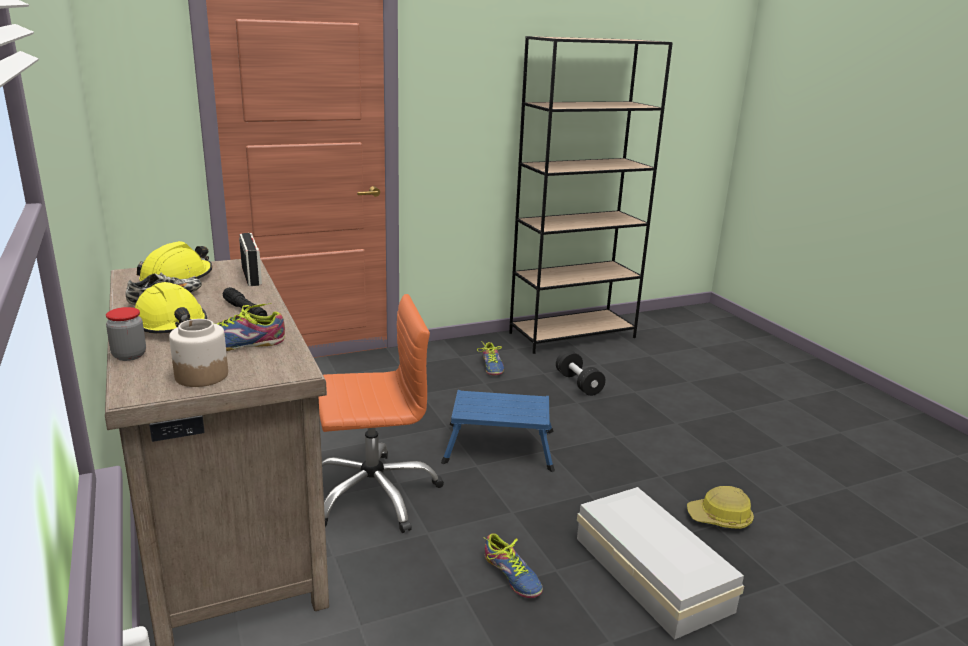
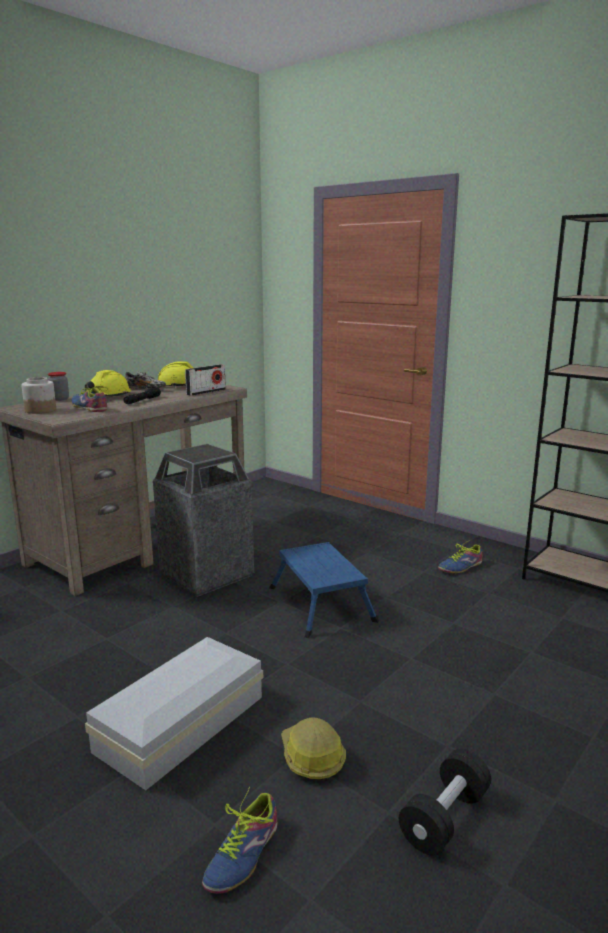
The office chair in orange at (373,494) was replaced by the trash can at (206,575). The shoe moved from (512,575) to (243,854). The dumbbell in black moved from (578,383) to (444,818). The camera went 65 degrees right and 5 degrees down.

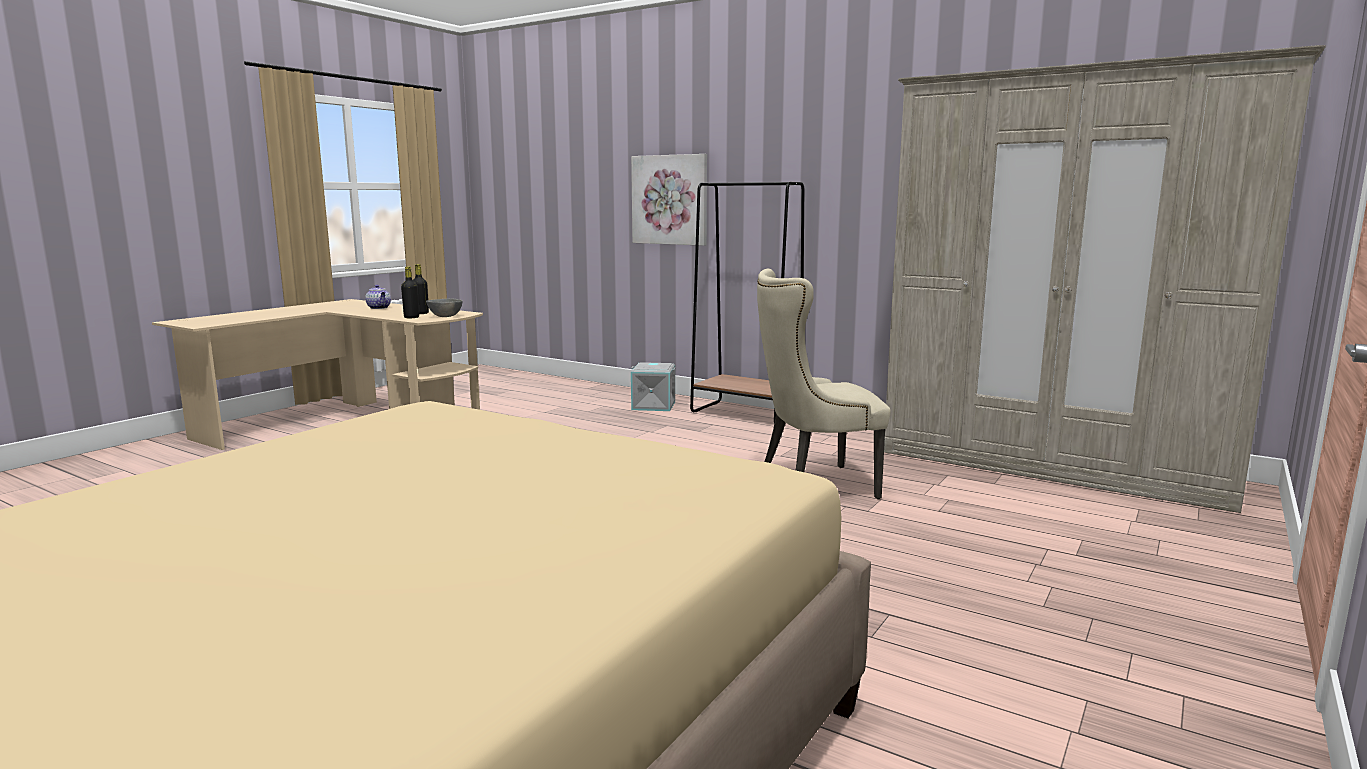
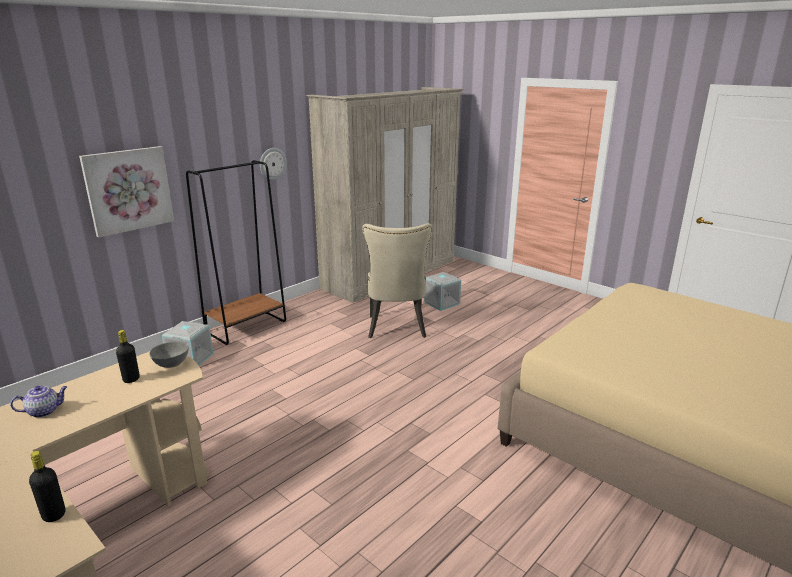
The bottle in black moved from (411,317) to (54,515). The wall clock at (272,163) appeared. The storage box in grey at (441,302) appeared. The camera went 80 degrees left and 10 degrees up.

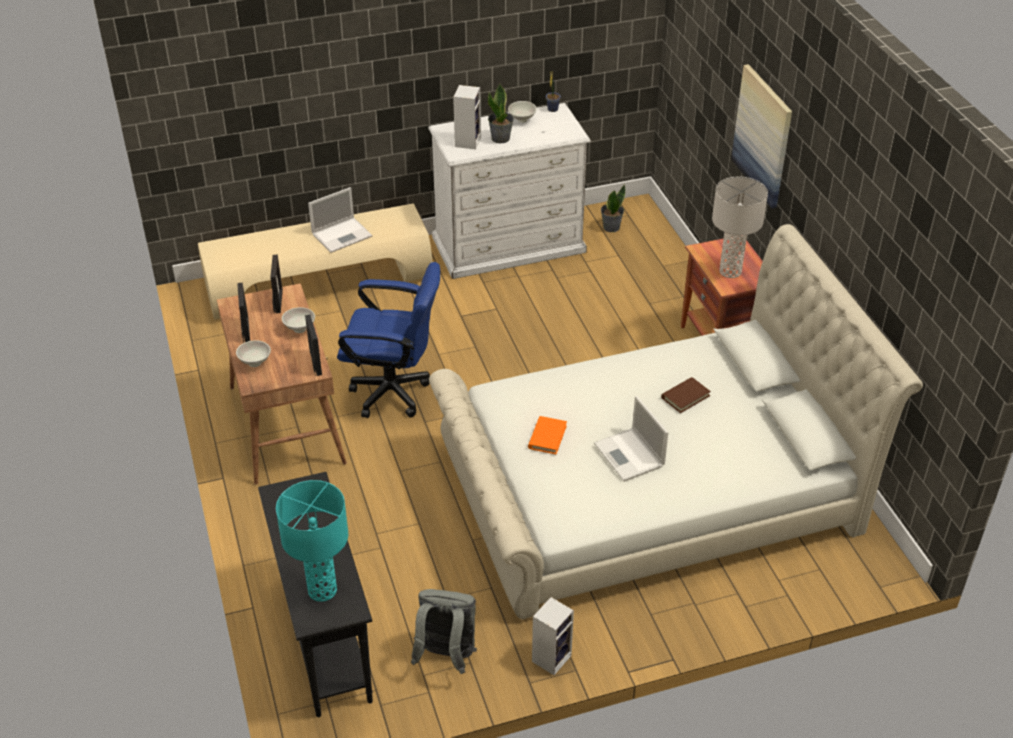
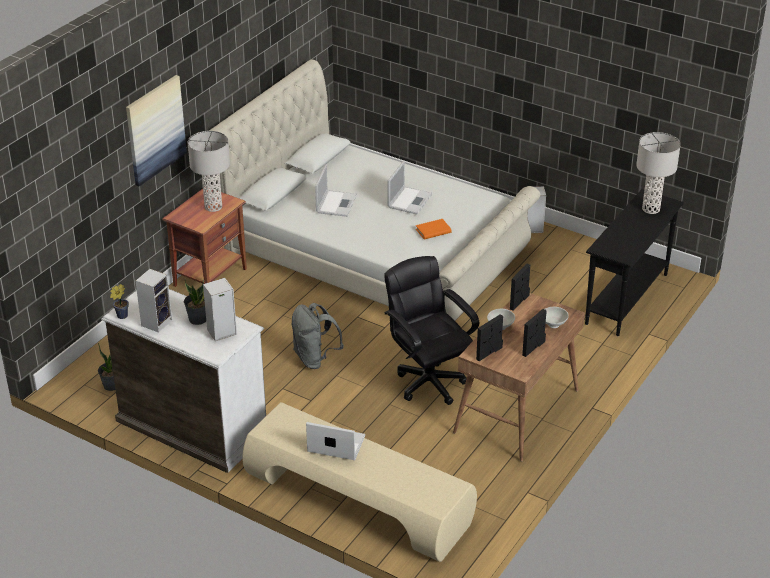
The bowl in white at (522,120) was replaced by the speaker at (157,322). The backpack in grey moved from (446,656) to (315,358). The book in brown at (685,397) was replaced by the laptop at (336,203). The office chair in blue at (395,394) became the office chair in black at (427,382). The table lamp in turquoise at (322,590) became the table lamp in white at (651,209). The camera went 130 degrees left and 5 degrees down.

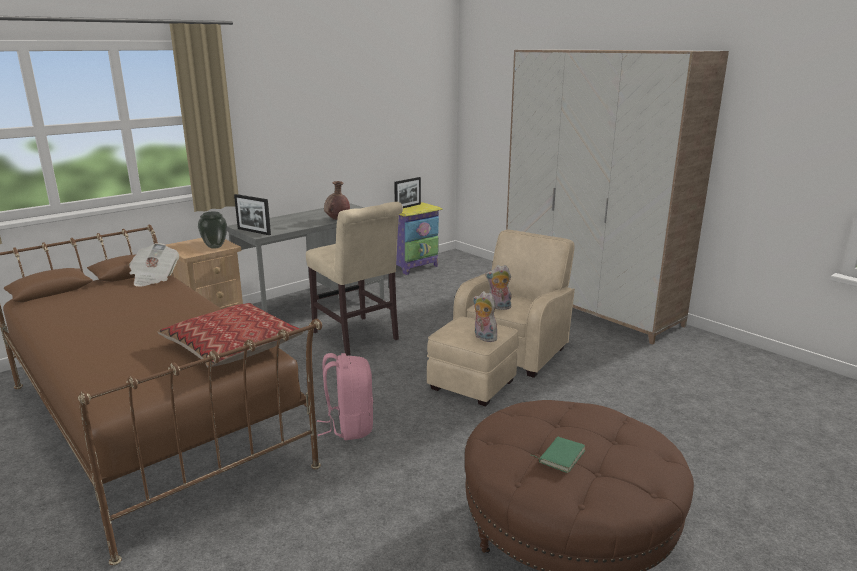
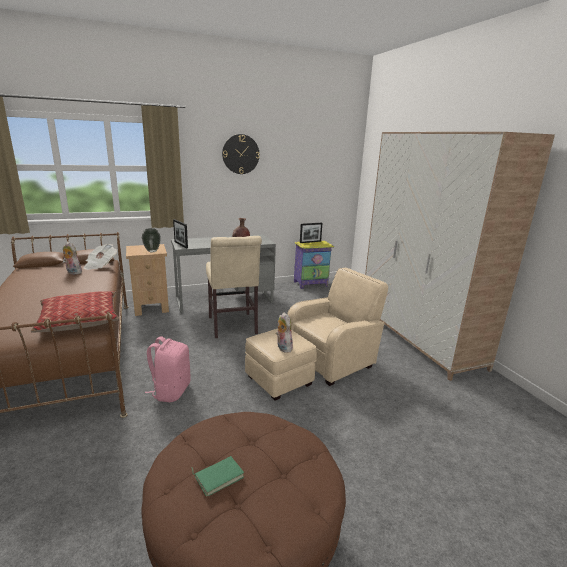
The plush toy moved from (498,307) to (73,272). The wall clock at (240,154) appeared. The camera went 20 degrees right and 0 degrees up.

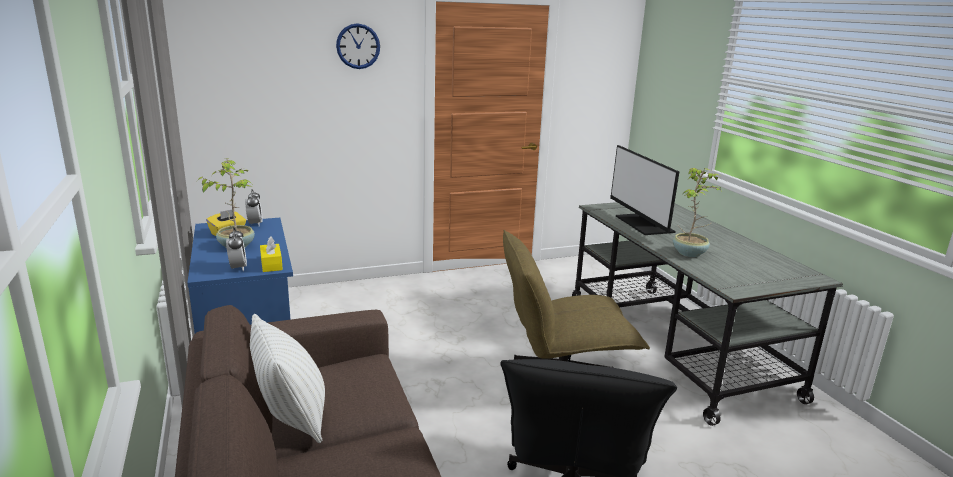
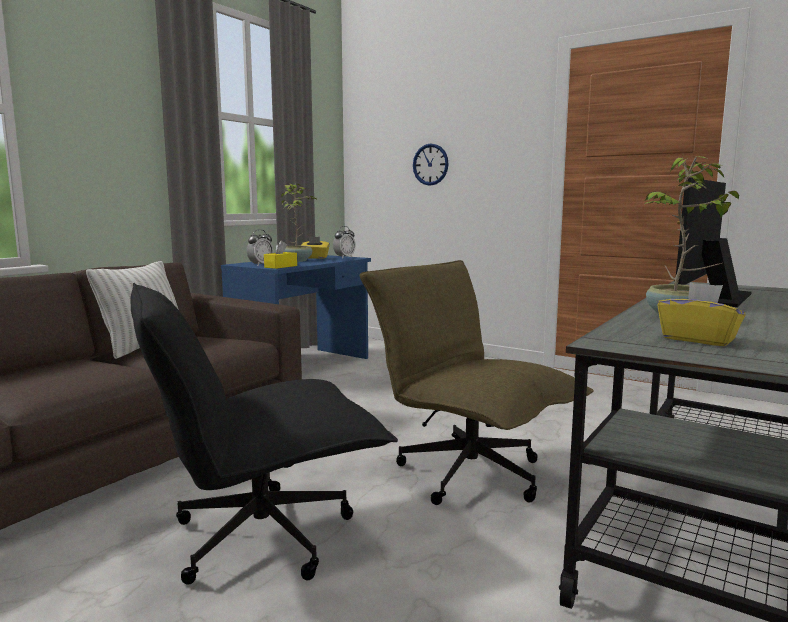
The wall clock moved from (358,46) to (430,164). The tissue box in yellow at (698,339) appeared. The camera went 55 degrees right and 10 degrees down.

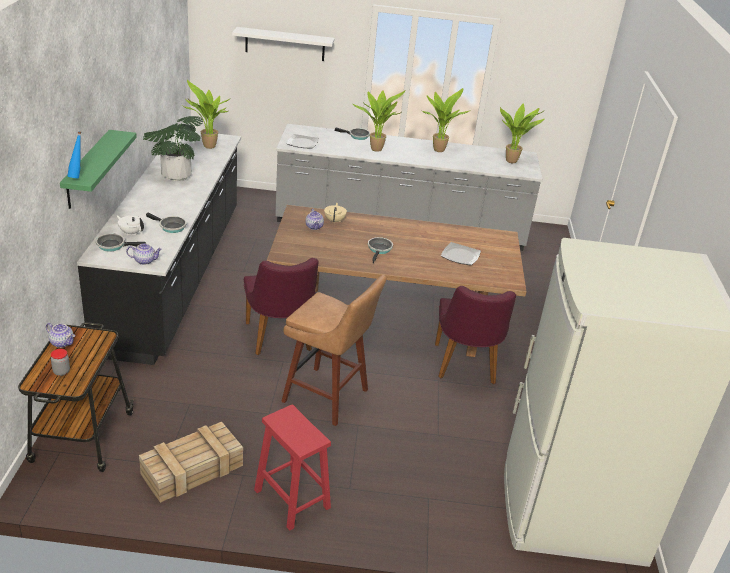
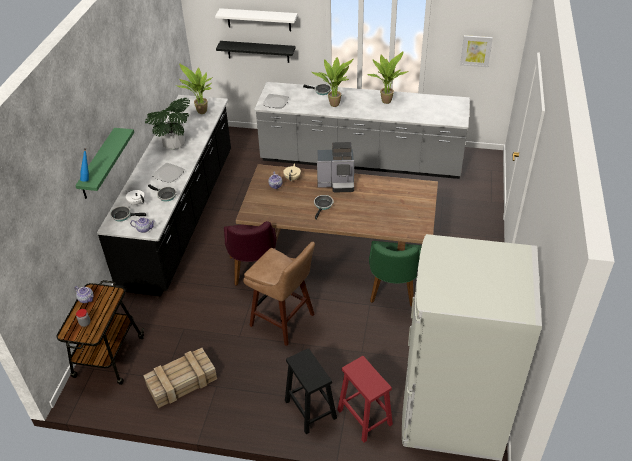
The plate moved from (460,256) to (168,174). The shelf in black at (258,51) appeared. The stool in black at (310,409) appeared. The coffee machine at (337,183) appeared. The stool in red moved from (291,498) to (364,416). The chair in purple at (465,368) became the chair in green at (392,293). The picture at (476,50) appeared. The potted plant at (512,161) disappeared. The camera went 10 degrees right and 10 degrees up.

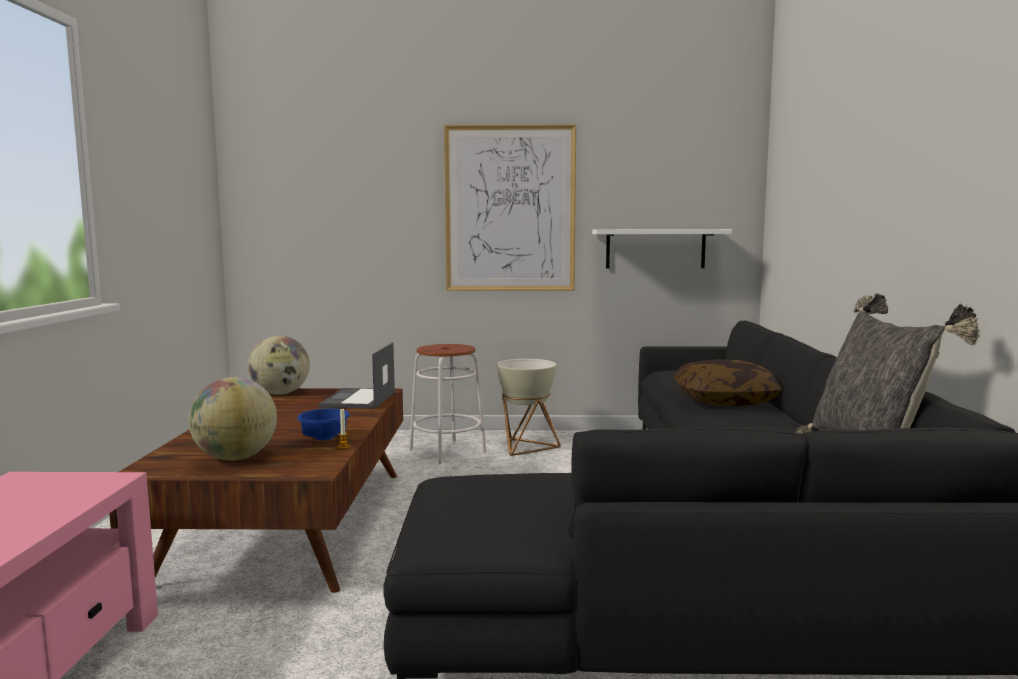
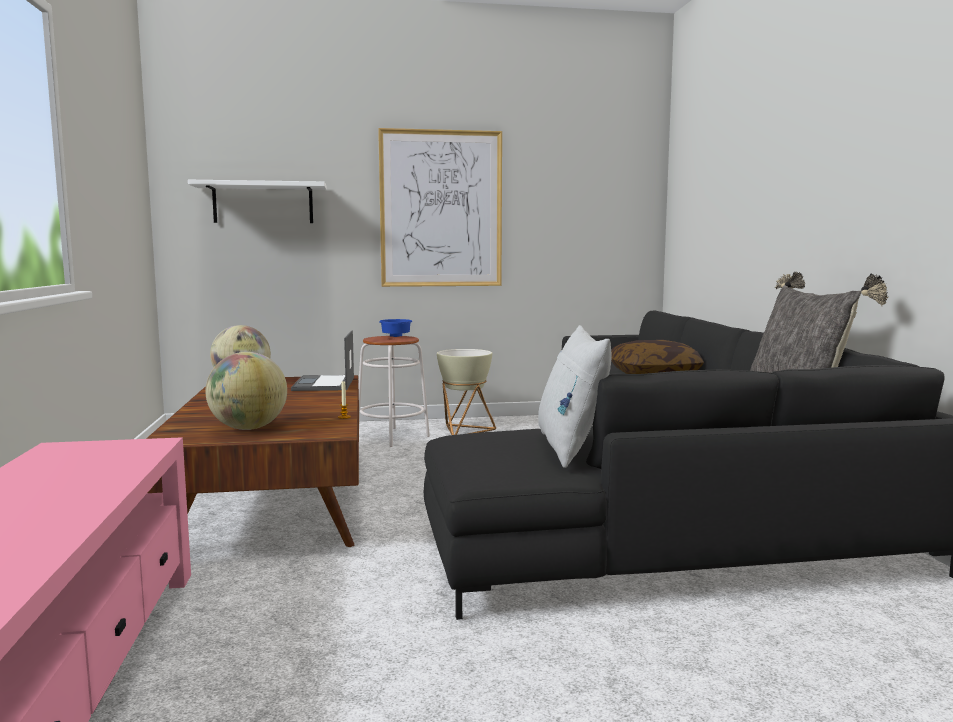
The shelf in white moved from (655,248) to (263,203). The bowl in blue moved from (326,438) to (396,336). The pillow in grey at (571,449) appeared. The camera went 10 degrees left and 0 degrees up.

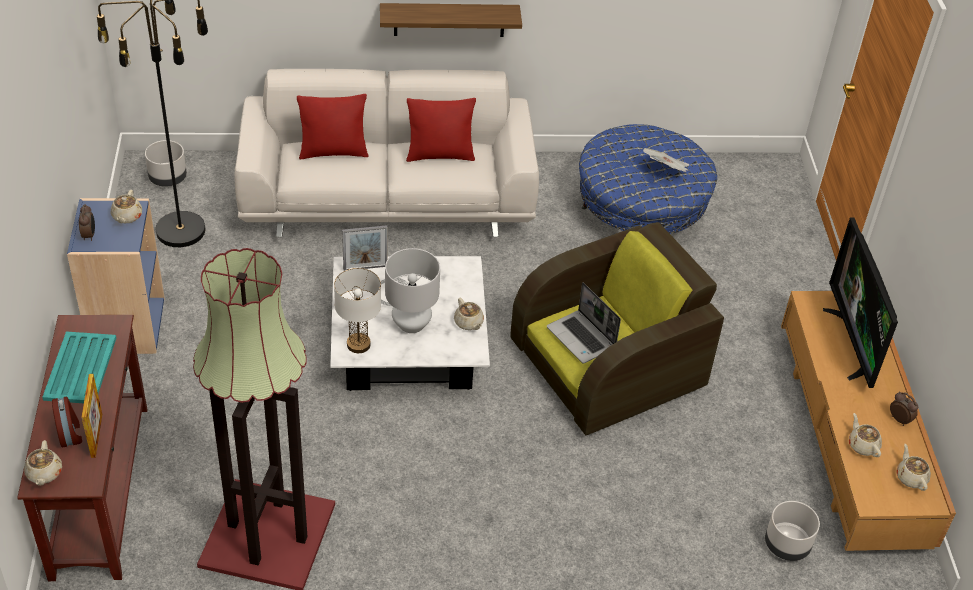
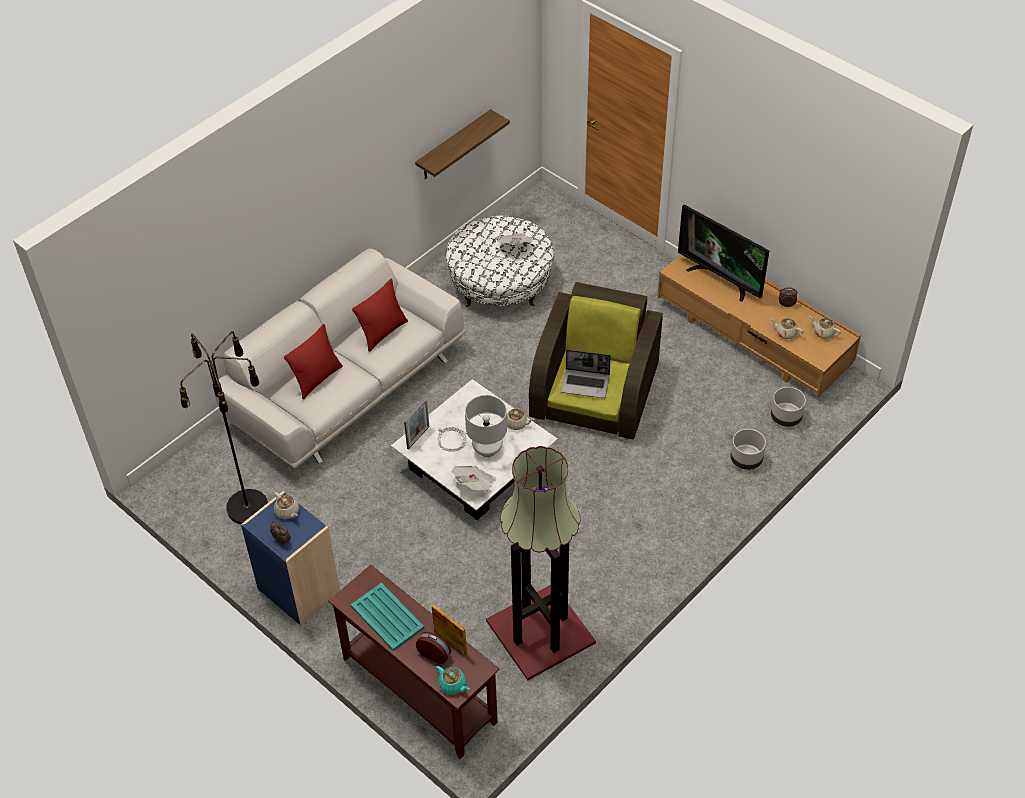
The shelf moved from (449,19) to (454,146). The teapot in beige at (44,474) became the teapot in turquoise at (453,685). The ottoman in blue at (640,211) became the ottoman in white at (500,283). The table lamp at (359,344) was replaced by the newspaper at (475,484). The planter in grey moved from (168,178) to (746,459). The camera went 40 degrees left and 5 degrees up.

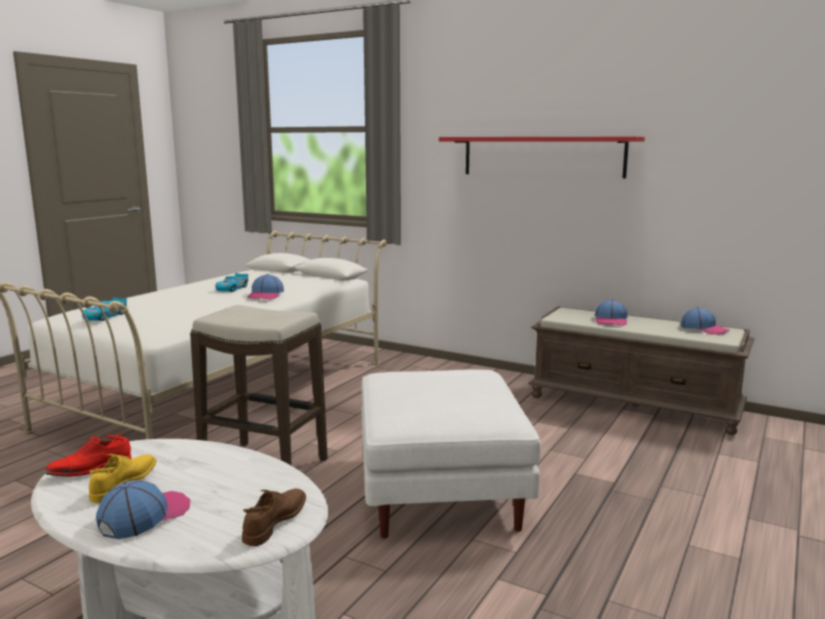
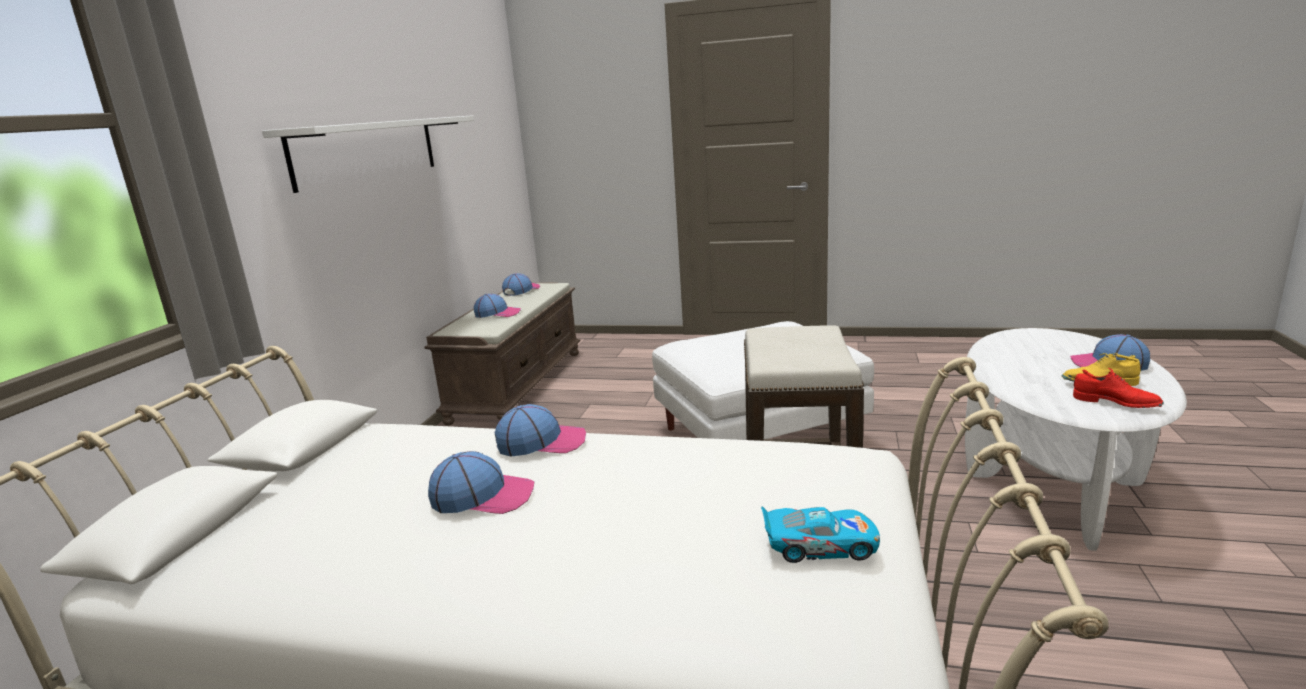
The shelf in red at (542,156) became the shelf in white at (368,150). The toy car at (232,289) was replaced by the cap at (483,496). The shoe in brown at (275,523) disappeared. The camera went 105 degrees left and 5 degrees up.

